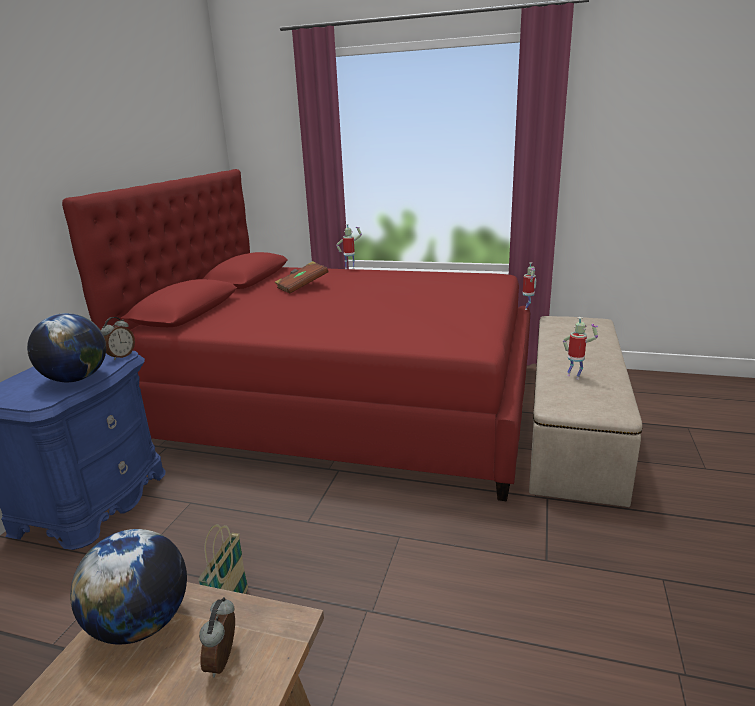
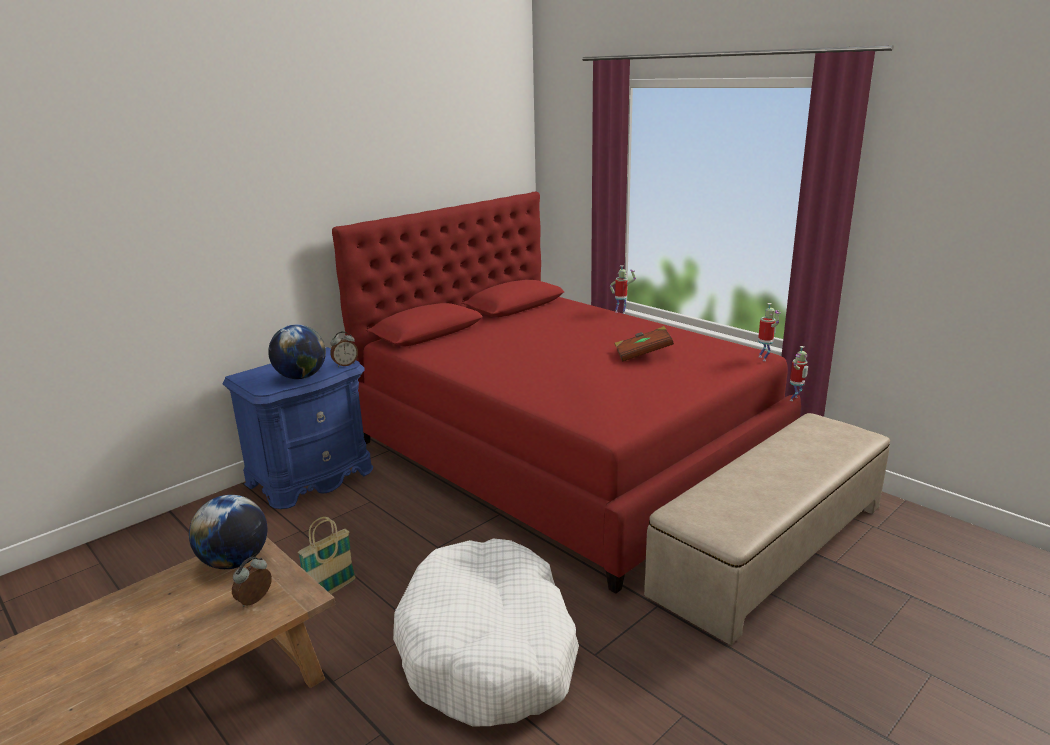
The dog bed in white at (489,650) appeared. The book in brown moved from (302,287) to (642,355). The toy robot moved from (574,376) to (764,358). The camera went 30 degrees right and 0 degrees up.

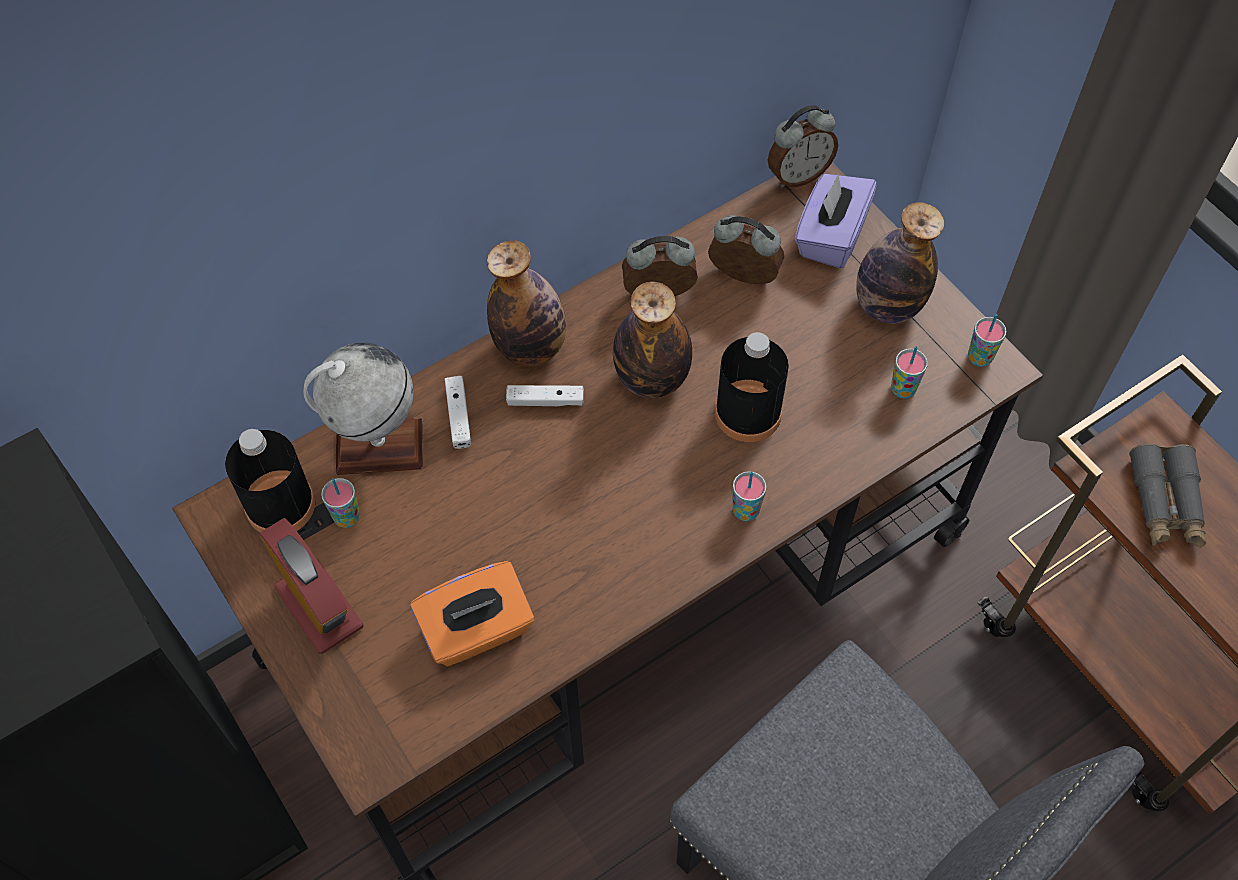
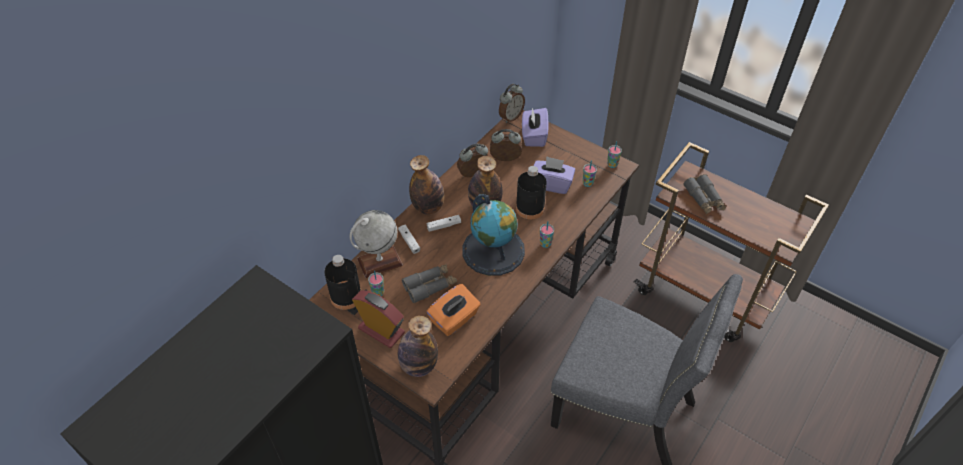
The bottle moved from (887,305) to (418,366). The binoculars in grey at (430,286) appeared. The globe at (493,250) appeared. The tissue box in purple at (551,184) appeared. The camera went 20 degrees left and 10 degrees down.

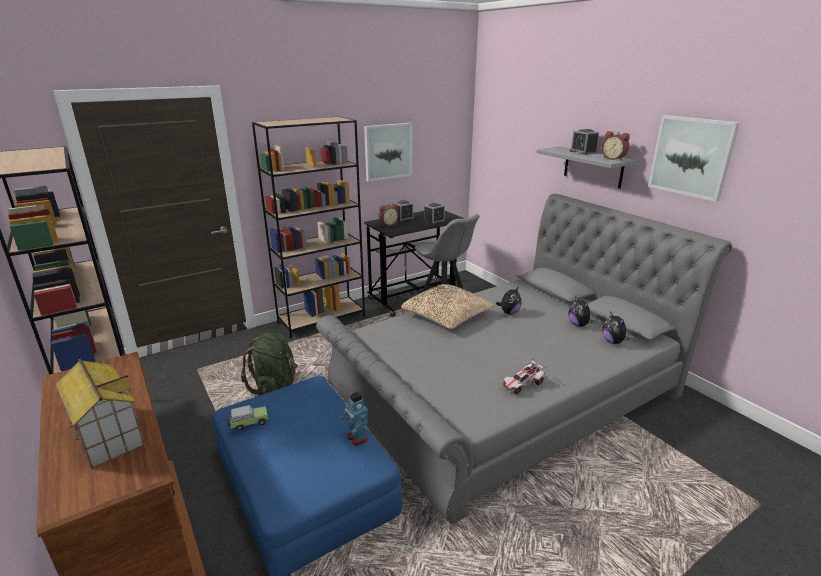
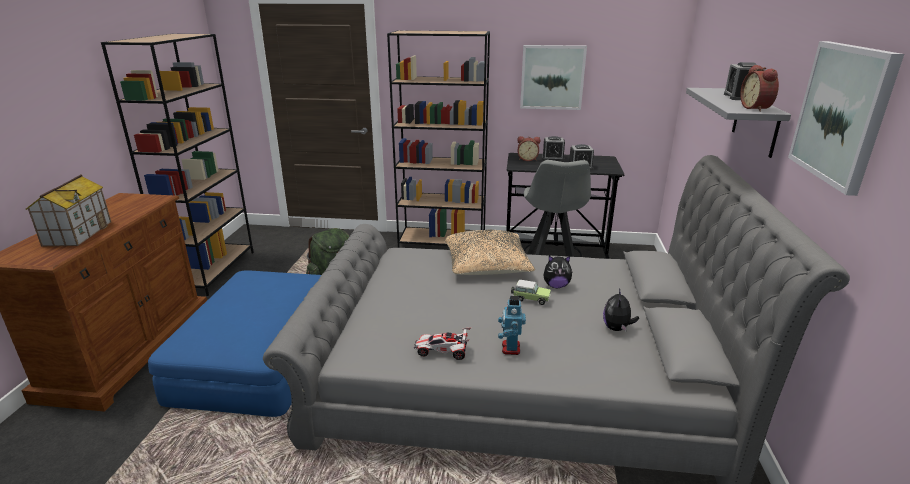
The toy robot moved from (357,438) to (510,348). The toy car moved from (248,423) to (530,299). The plush toy at (613,342) disappeared. The camera went 40 degrees right and 0 degrees up.

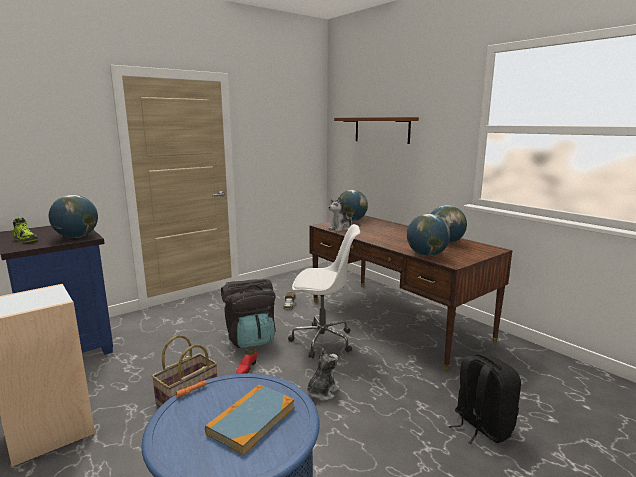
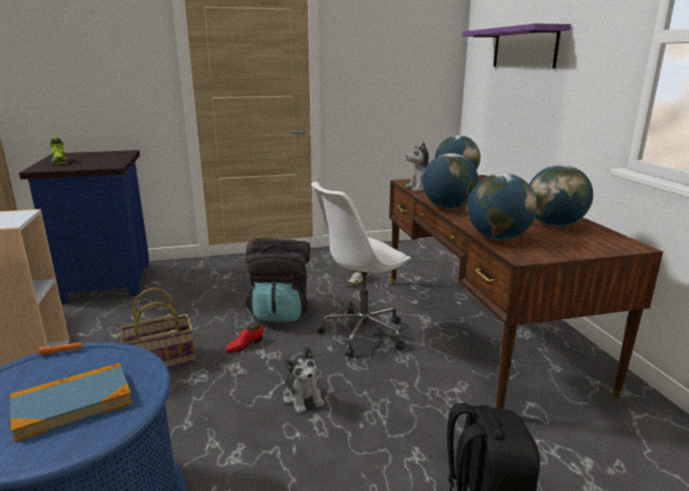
The plush toy at (322,392) turned 90 degrees clockwise. The office chair in white at (324,341) turned 120 degrees clockwise. The globe moved from (77,237) to (448,207). The shelf in brown at (381,130) became the shelf in purple at (524,48). The camera went 25 degrees right and 5 degrees up.

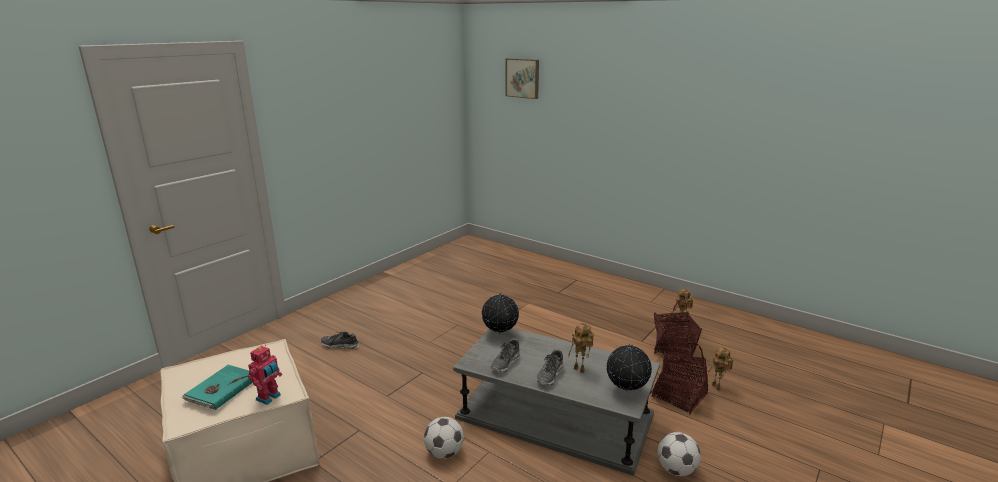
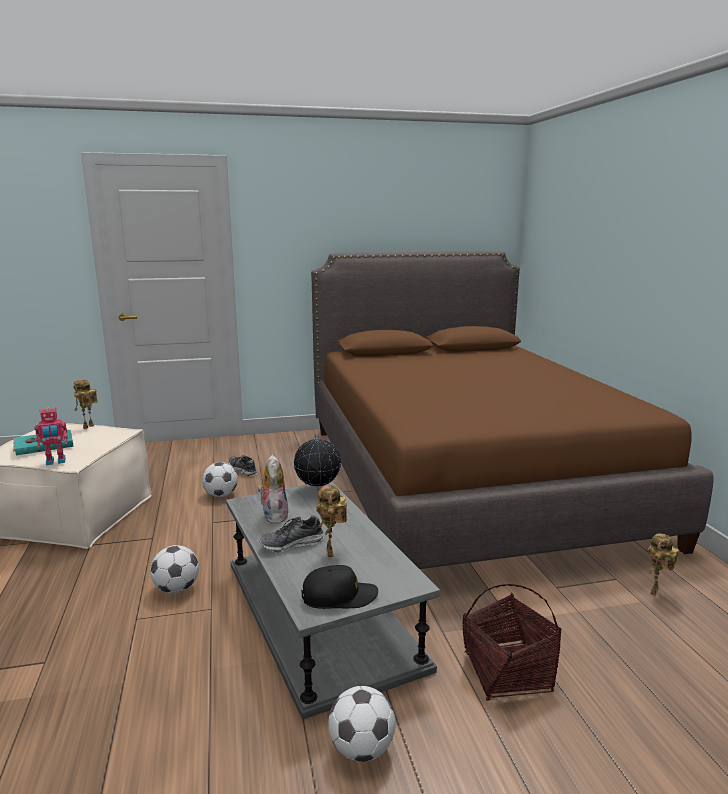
The toy robot moved from (717,387) to (88,427). The football at (221,495) appeared. The shoe at (506,363) was replaced by the plush toy at (273,515). The globe at (626,391) was replaced by the cap in black at (339,596). The bed in brown at (466,479) appeared. The picture at (523,78) disappeared. The basket at (673,348) disappeared. The camera went 40 degrees right and 5 degrees down.

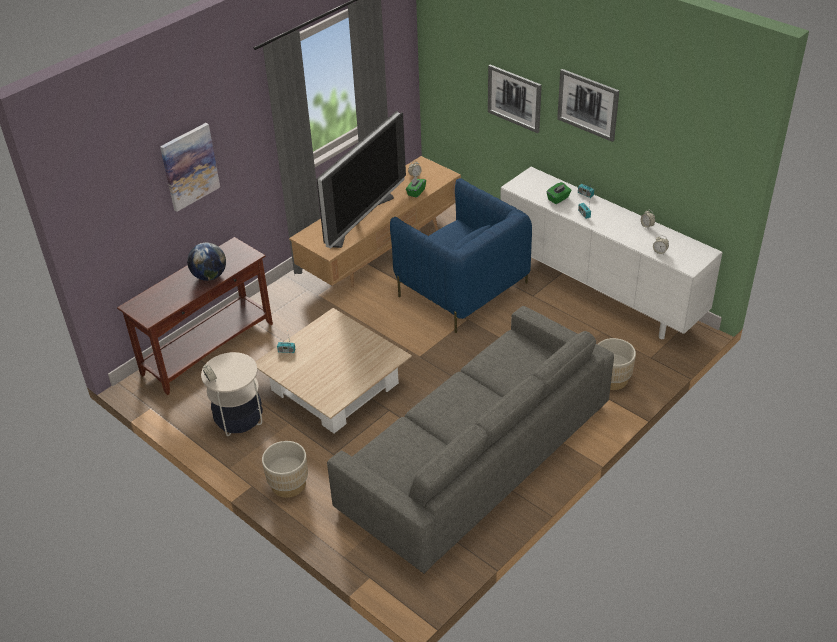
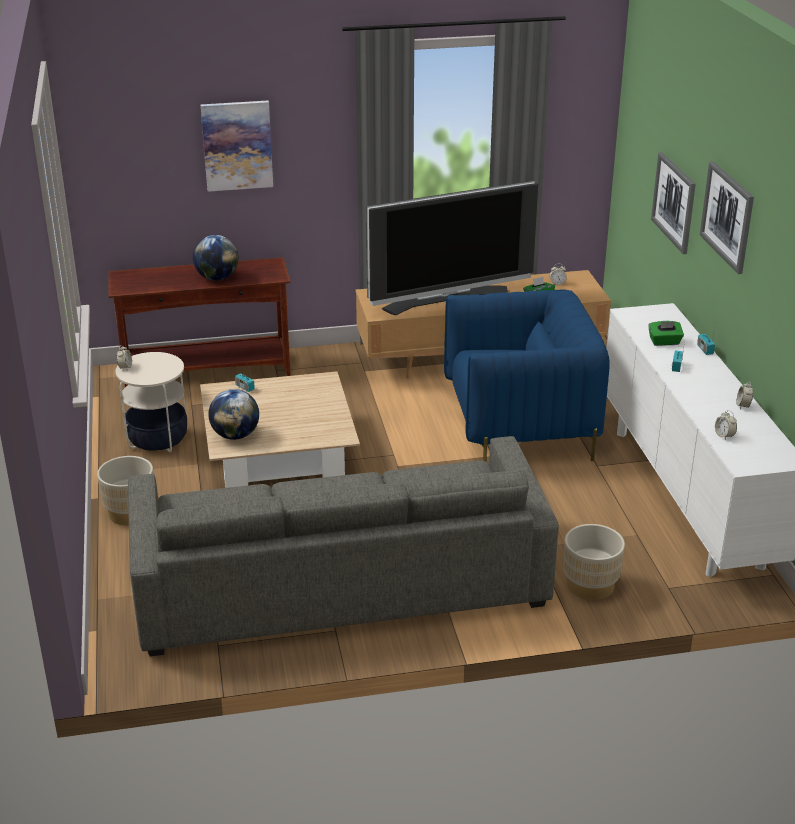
The globe at (235,435) appeared. The armchair in blue at (462,289) turned 90 degrees counterclockwise. The camera went 35 degrees right and 10 degrees down.

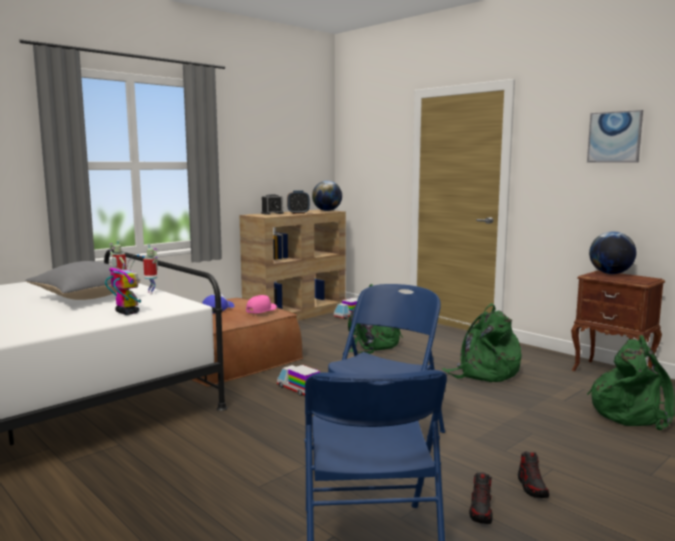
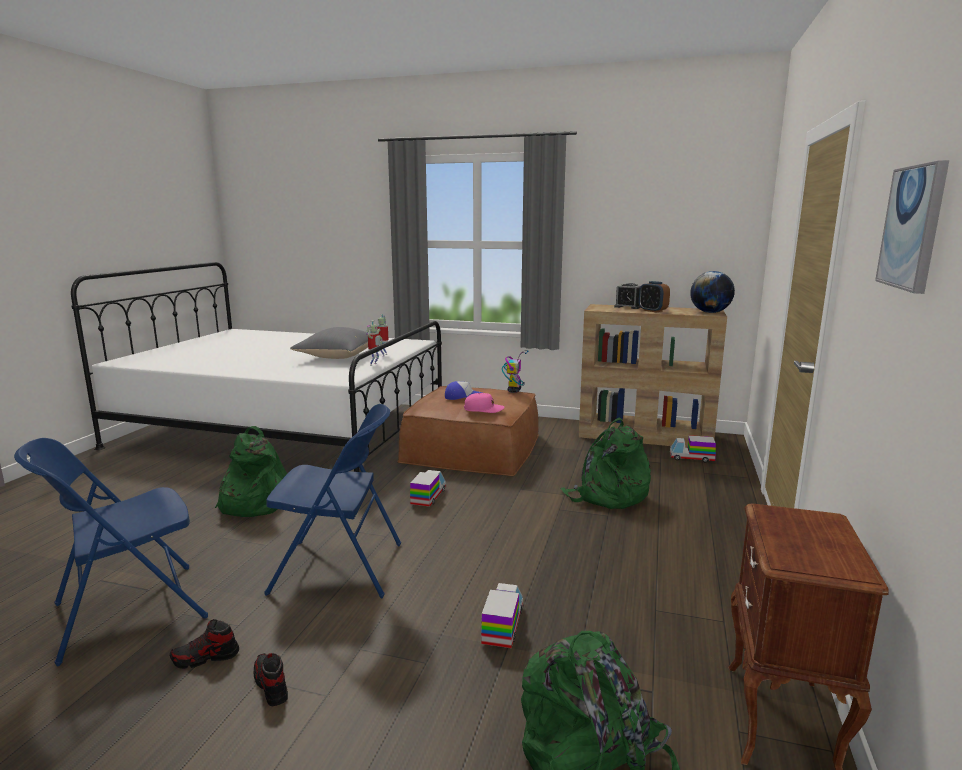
The backpack in green moved from (484,373) to (253,503). The shoe at (532,487) turned 90 degrees clockwise. The toy truck at (502,626) appeared. The toy robot moved from (127,312) to (514,390). The globe at (610,273) disappeared. The camera went 60 degrees right and 5 degrees up.

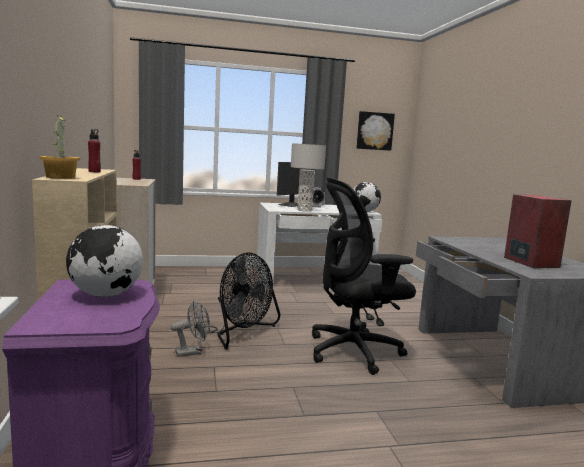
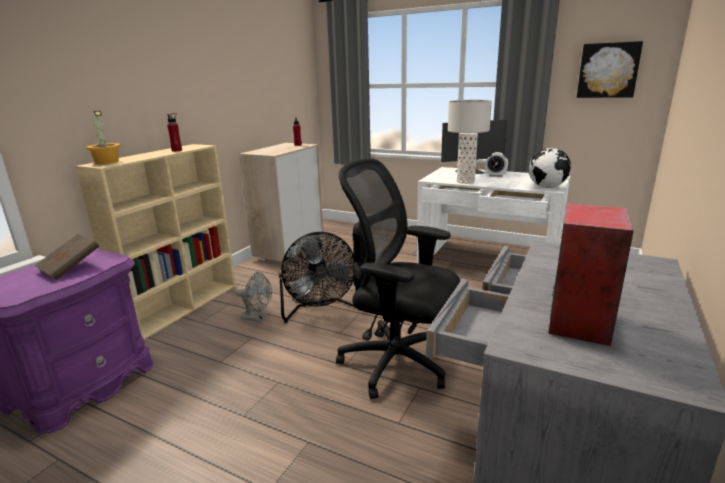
The globe at (106,295) was replaced by the book in brown at (71,268). The camera went 40 degrees right and 10 degrees up.

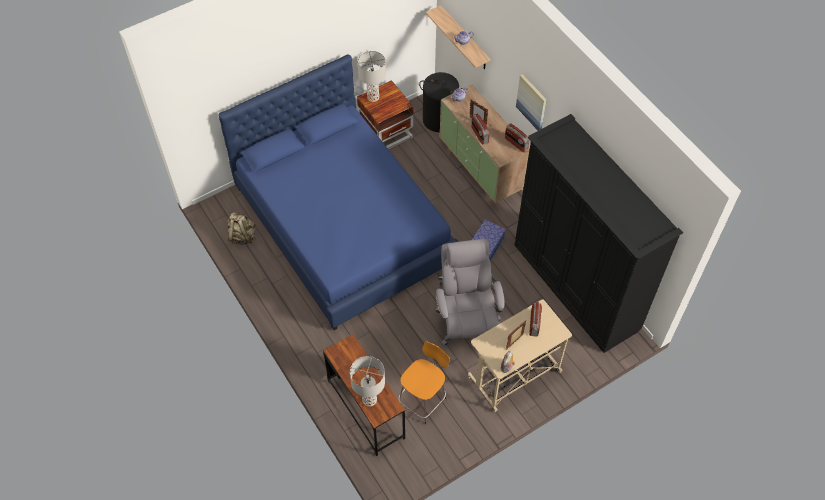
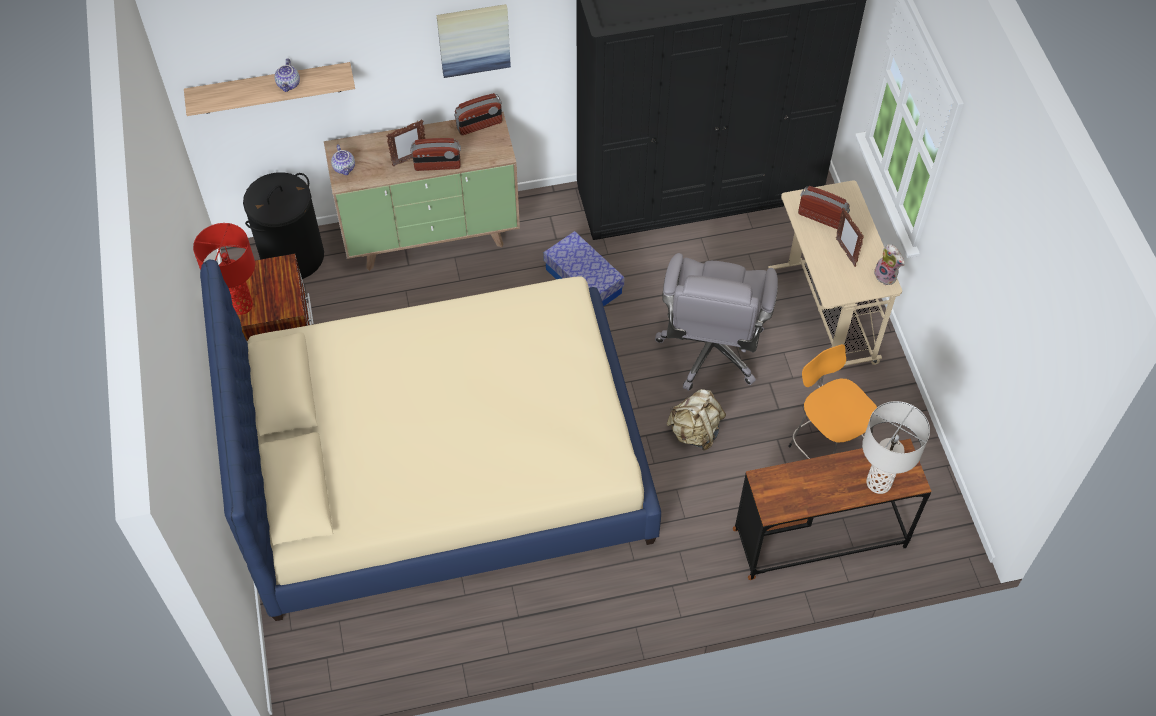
The table lamp in white at (373,97) became the table lamp in red at (241,305). The bed in blue at (343,225) became the bed in beige at (443,466). The office chair in grey at (466,323) turned 90 degrees counterclockwise. The backpack in beige moved from (242,236) to (695,432). The camera went 70 degrees left and 0 degrees up.

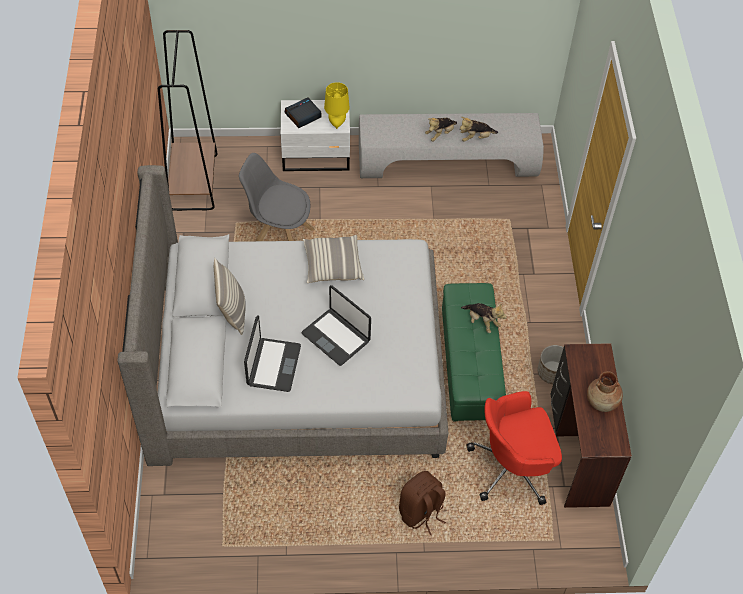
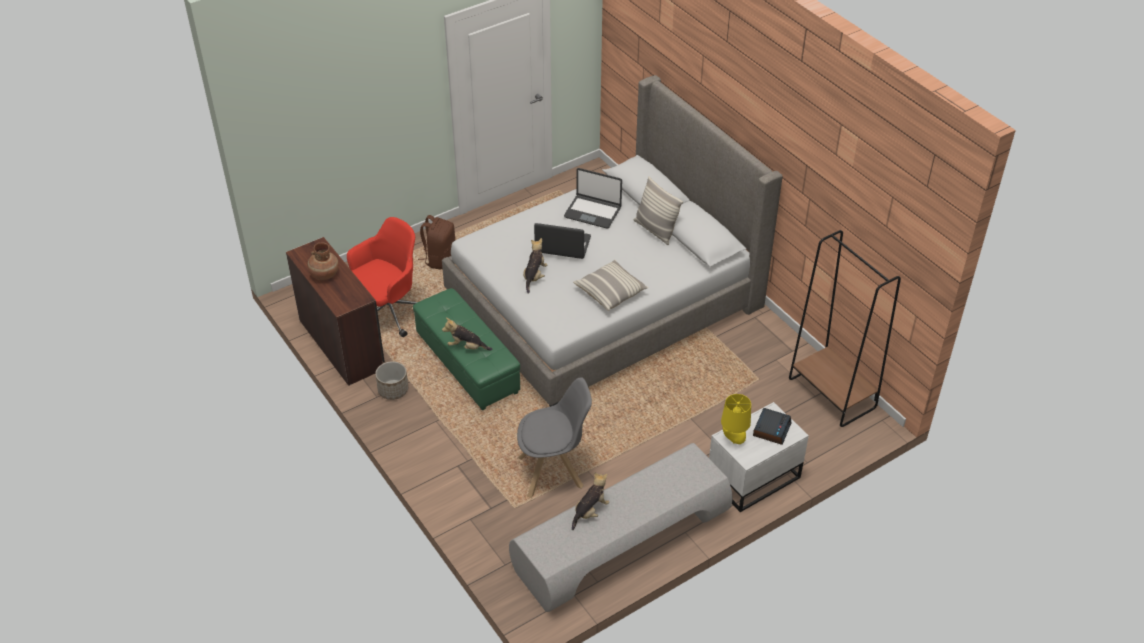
The chair in grey moved from (279,239) to (553,471). The plush toy moved from (440,134) to (534,276). The laptop at (273,365) turned 45 degrees counterclockwise. The camera went 150 degrees right and 10 degrees down.

